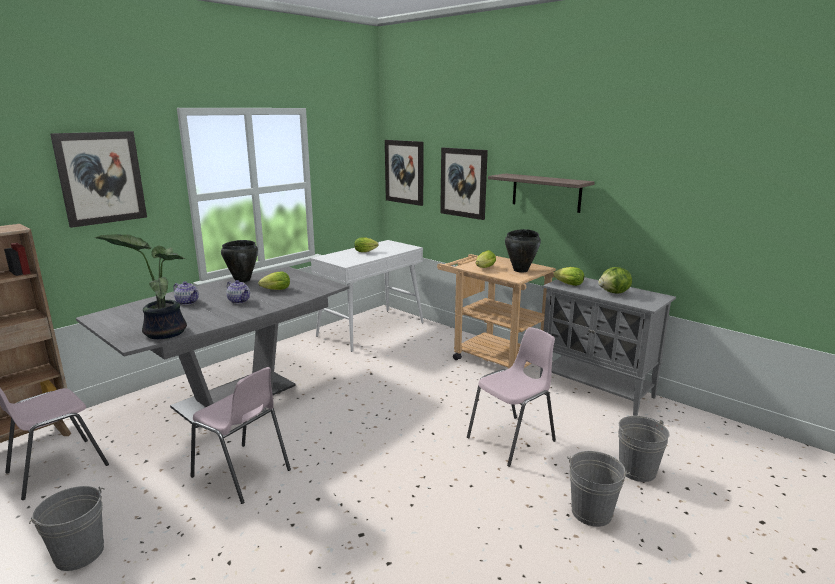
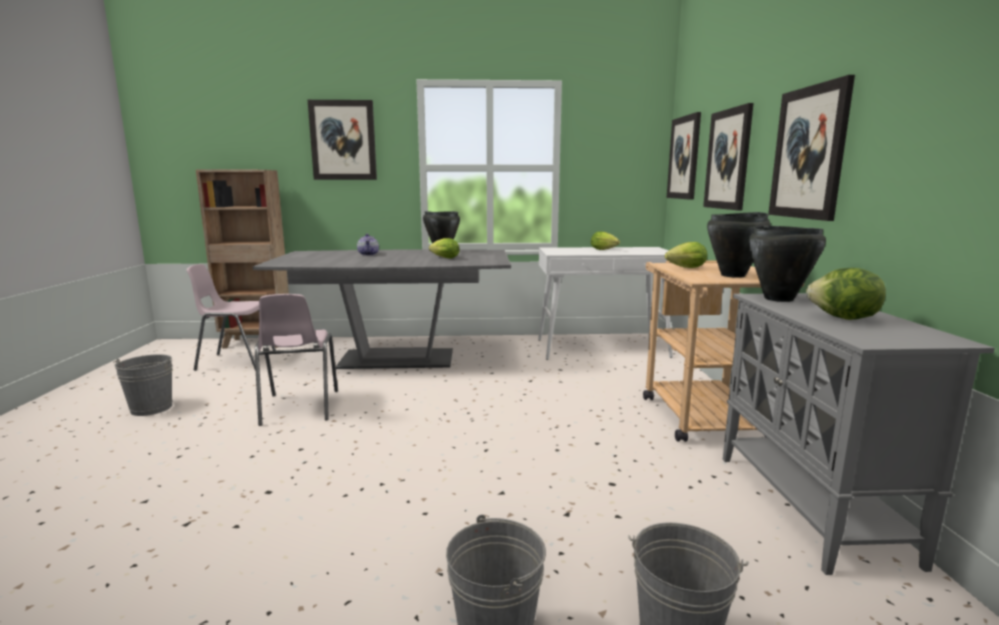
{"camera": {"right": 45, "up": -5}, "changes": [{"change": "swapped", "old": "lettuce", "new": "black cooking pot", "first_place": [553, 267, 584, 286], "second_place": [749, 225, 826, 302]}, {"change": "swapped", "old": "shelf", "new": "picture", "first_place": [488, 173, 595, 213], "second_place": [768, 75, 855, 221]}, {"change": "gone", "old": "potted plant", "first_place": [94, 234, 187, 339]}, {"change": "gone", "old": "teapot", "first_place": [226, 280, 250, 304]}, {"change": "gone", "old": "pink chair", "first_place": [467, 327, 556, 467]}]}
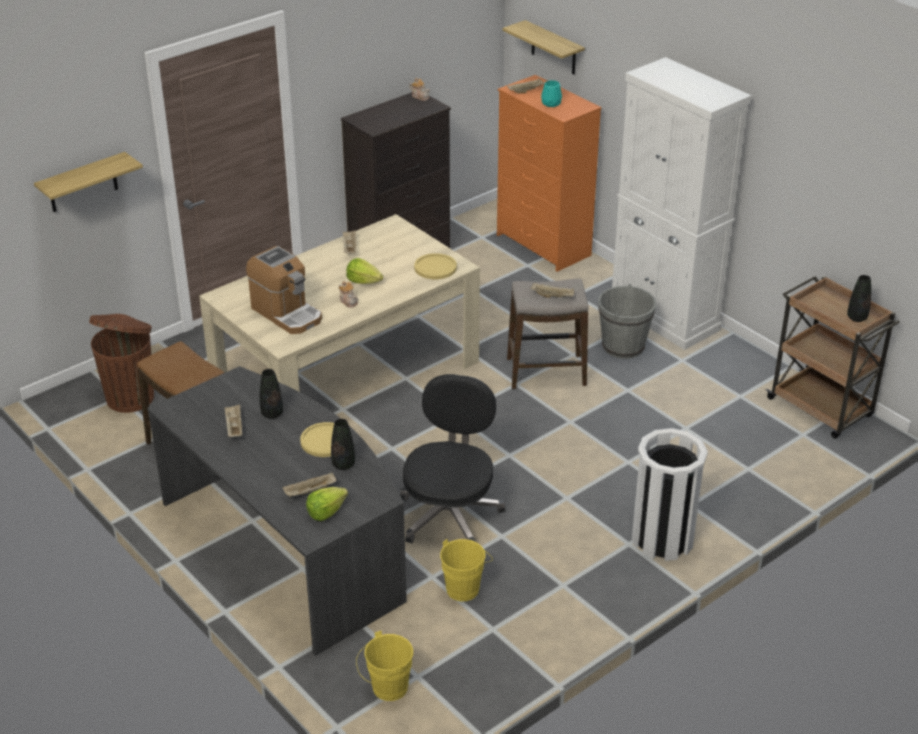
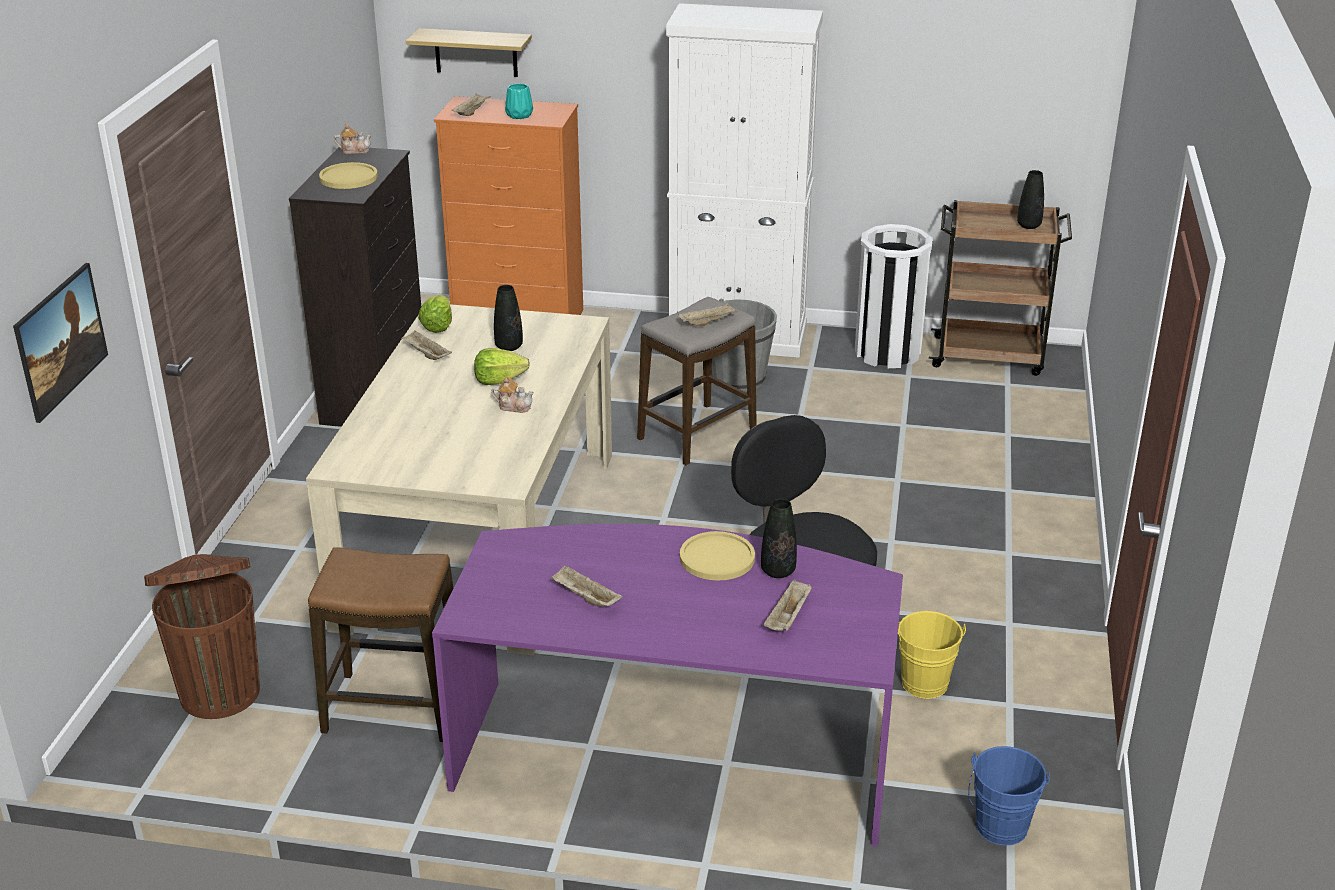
{"camera": {"right": -40, "up": -5}, "changes": [{"change": "swapped", "old": "shelf", "new": "picture", "first_place": [34, 152, 143, 212], "second_place": [13, 263, 108, 423]}, {"change": "shifted", "old": "yellow plate", "first_place": [414, 253, 457, 279], "second_place": [319, 162, 378, 189]}, {"change": "shifted", "old": "lettuce", "first_place": [306, 487, 348, 521], "second_place": [418, 295, 452, 333]}, {"change": "repainted", "old": "grey desk", "new": "purple desk", "first_place": [147, 366, 407, 656], "second_place": [432, 524, 903, 846]}, {"change": "shifted", "old": "black vase", "first_place": [260, 369, 283, 419], "second_place": [494, 285, 523, 351]}, {"change": "shifted", "old": "white trash can", "first_place": [632, 428, 708, 561], "second_place": [855, 224, 933, 368]}, {"change": "repainted", "old": "yellow bucket", "new": "blue bucket", "first_place": [356, 631, 413, 701], "second_place": [968, 746, 1050, 846]}, {"change": "gone", "old": "coffee machine", "first_place": [246, 246, 322, 334]}]}
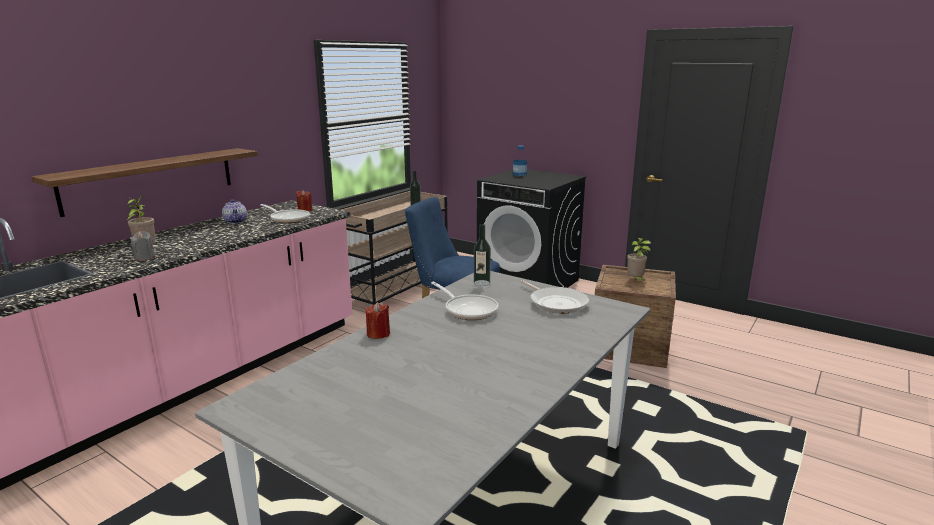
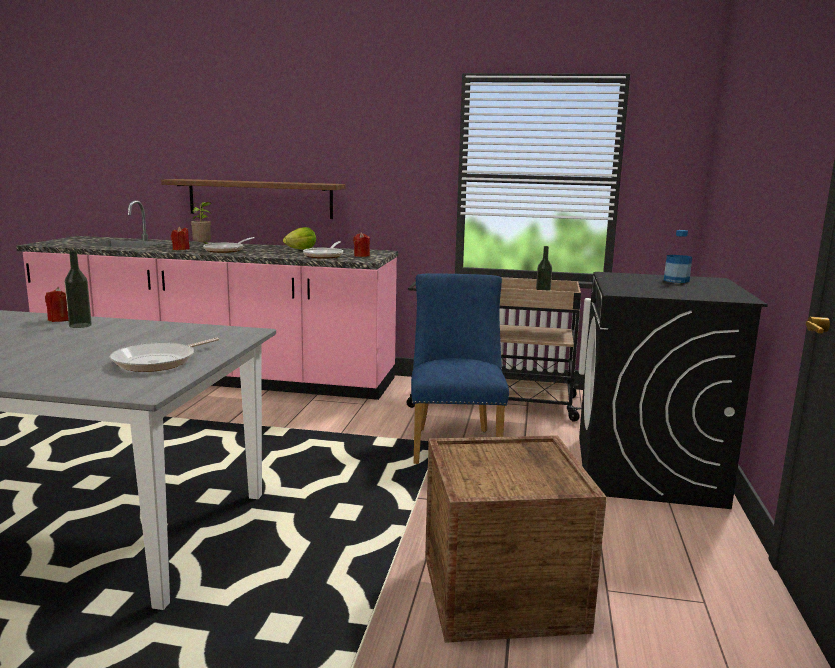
{"camera": {"right": 65, "up": -5}, "changes": [{"change": "shifted", "old": "bottle", "first_place": [474, 224, 491, 286], "second_place": [64, 250, 92, 328]}, {"change": "repainted", "old": "grey candle", "new": "red candle", "first_place": [130, 231, 155, 261], "second_place": [171, 226, 190, 250]}, {"change": "shifted", "old": "frying pan", "first_place": [431, 282, 498, 320], "second_place": [203, 237, 255, 253]}, {"change": "swapped", "old": "teapot", "new": "lettuce", "first_place": [222, 199, 247, 224], "second_place": [283, 227, 316, 249]}, {"change": "gone", "old": "potted plant", "first_place": [627, 238, 651, 283]}]}
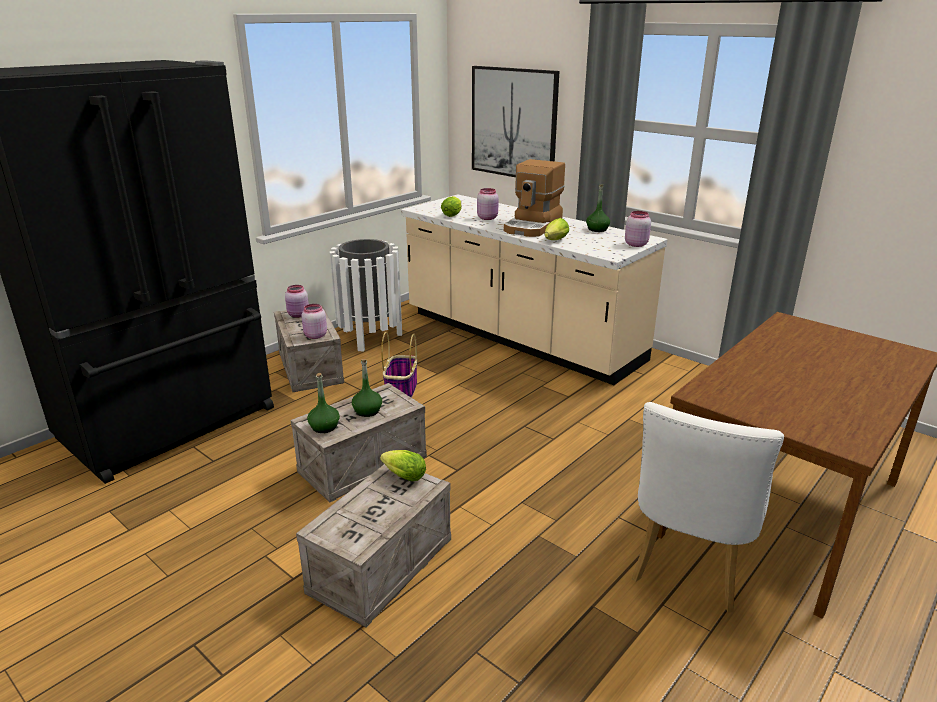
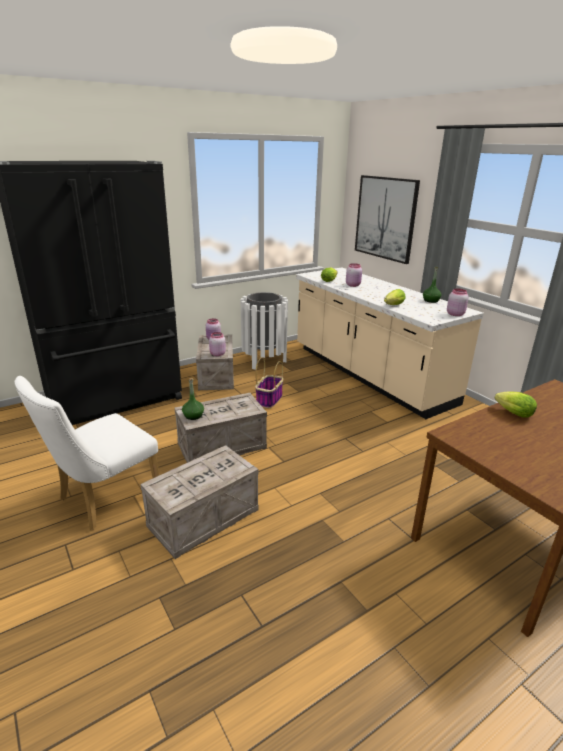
{"camera": {"right": 15, "up": 0}, "changes": [{"change": "shifted", "old": "white chair", "first_place": [632, 402, 784, 612], "second_place": [15, 376, 159, 530]}, {"change": "shifted", "old": "lettuce", "first_place": [380, 450, 426, 481], "second_place": [495, 391, 537, 418]}, {"change": "gone", "old": "green bottle", "first_place": [352, 359, 382, 417]}, {"change": "gone", "old": "coffee machine", "first_place": [504, 159, 565, 237]}]}
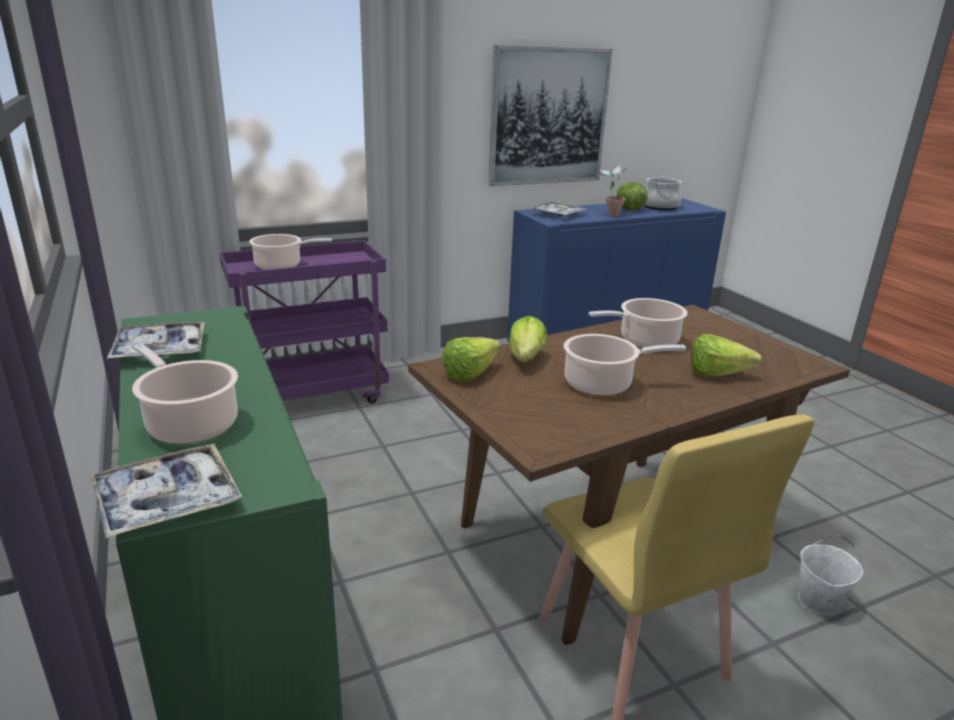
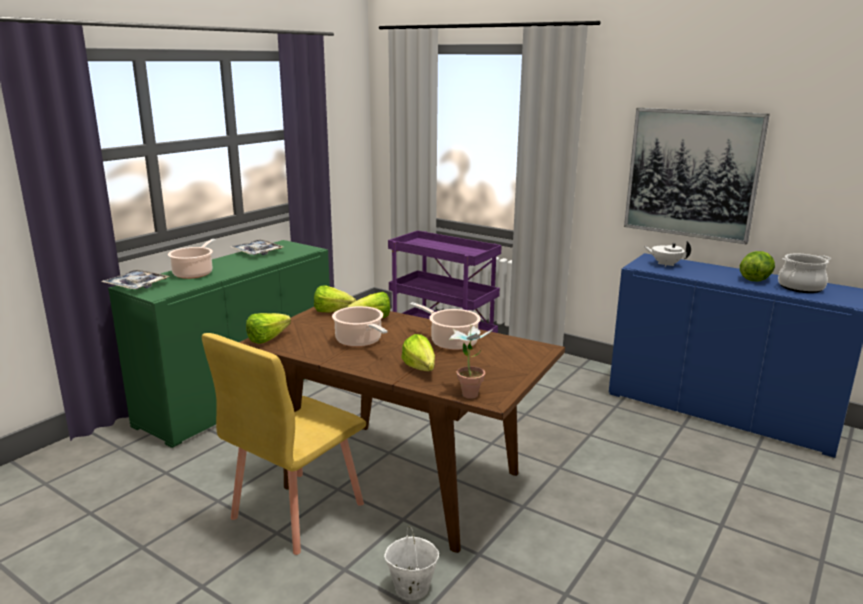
{"camera": {"right": 60, "up": -5}, "changes": [{"change": "new", "new": "lettuce", "second_place": [246, 313, 291, 344]}, {"change": "shifted", "old": "potted plant", "first_place": [598, 164, 628, 217], "second_place": [449, 324, 493, 399]}, {"change": "swapped", "old": "tray", "new": "white teapot", "first_place": [530, 202, 586, 217], "second_place": [644, 241, 691, 267]}, {"change": "gone", "old": "cooking pot", "first_place": [249, 234, 332, 270]}]}
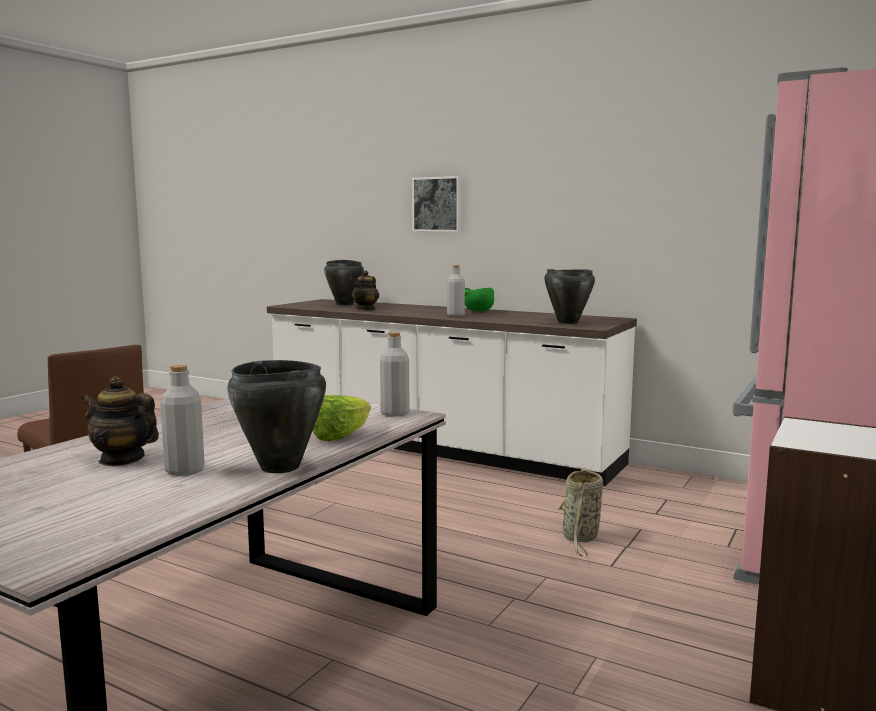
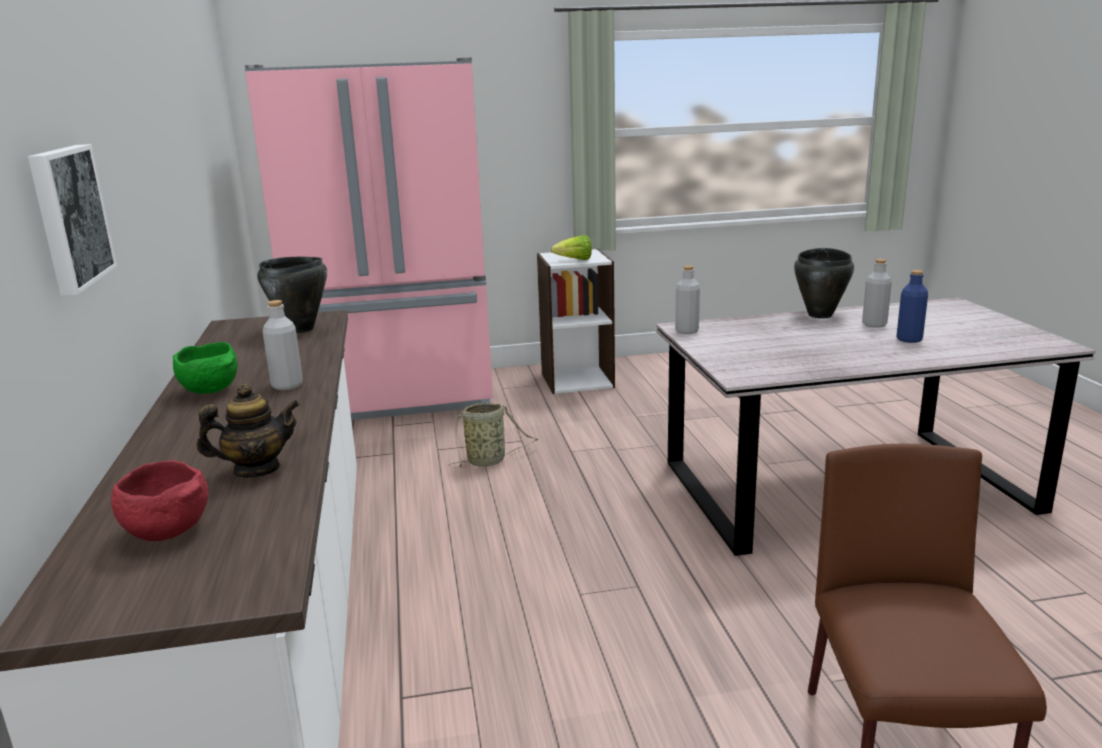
{"camera": {"right": -130, "up": 10}, "changes": [{"change": "swapped", "old": "black cooking pot", "new": "red bowl", "first_place": [324, 260, 364, 305], "second_place": [111, 460, 208, 541]}, {"change": "shifted", "old": "lettuce", "first_place": [313, 395, 371, 441], "second_place": [550, 235, 592, 260]}, {"change": "swapped", "old": "teapot", "new": "blue bottle", "first_place": [82, 376, 159, 466], "second_place": [896, 270, 928, 343]}]}
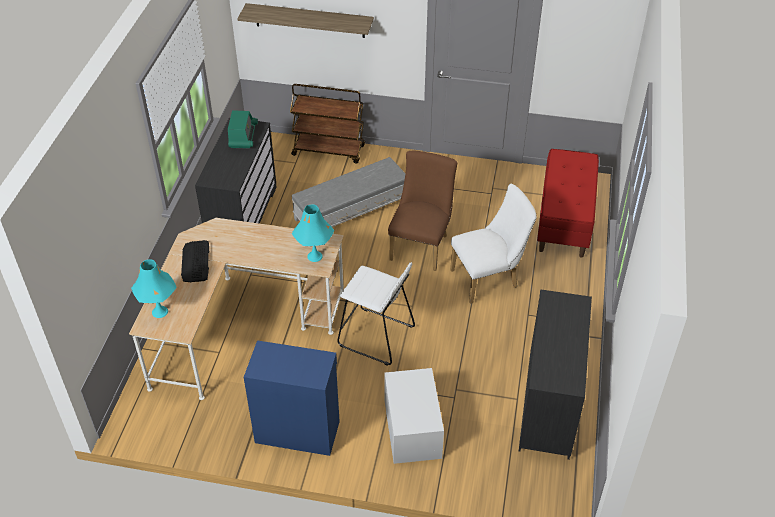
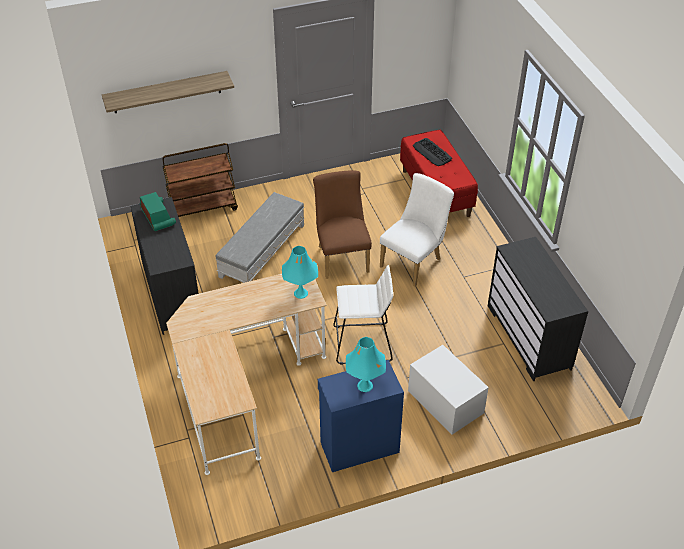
{"camera": {"right": -30, "up": 0}, "changes": [{"change": "shifted", "old": "turquoise table lamp", "first_place": [131, 260, 177, 318], "second_place": [346, 337, 386, 392]}, {"change": "shifted", "old": "keyboard", "first_place": [181, 240, 209, 282], "second_place": [413, 138, 452, 166]}]}
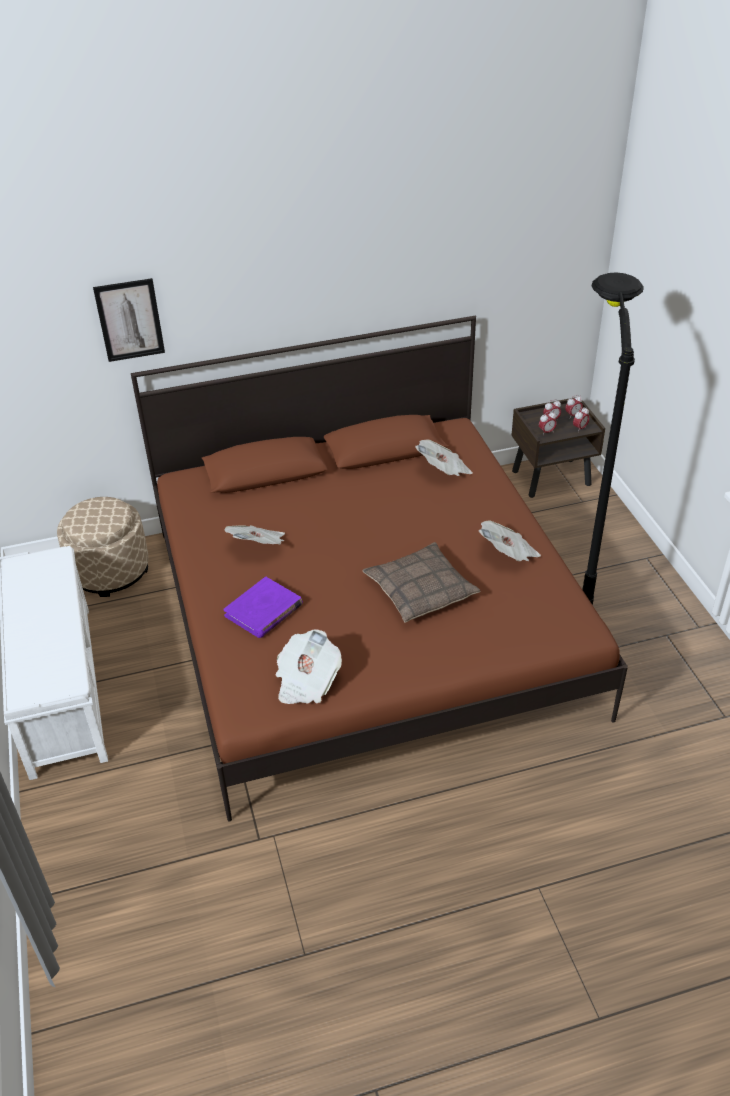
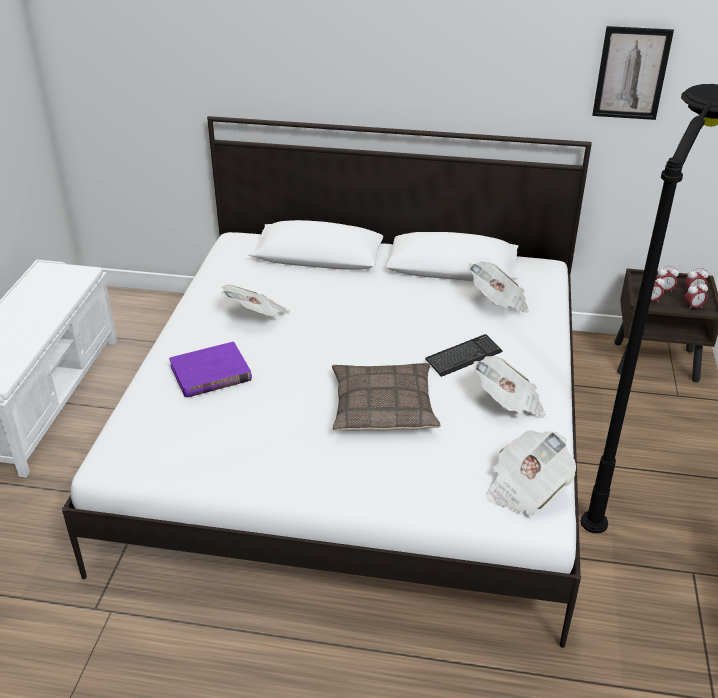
{"camera": {"right": 25, "up": -5}, "changes": [{"change": "repainted", "old": "brown bed", "new": "white bed", "first_place": [131, 316, 628, 822], "second_place": [62, 116, 592, 648]}, {"change": "new", "new": "keyboard", "second_place": [425, 334, 503, 377]}, {"change": "shifted", "old": "newspaper", "first_place": [276, 629, 342, 704], "second_place": [486, 430, 576, 516]}, {"change": "shifted", "old": "picture", "first_place": [93, 278, 165, 362], "second_place": [592, 26, 674, 120]}, {"change": "gone", "old": "beige ottoman", "first_place": [57, 497, 149, 597]}]}
